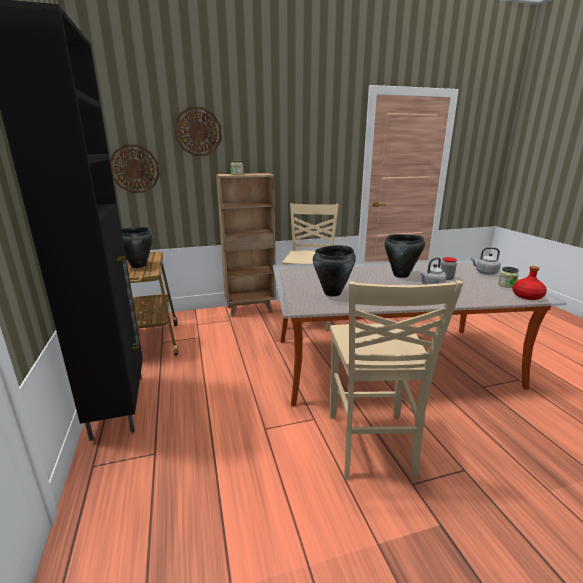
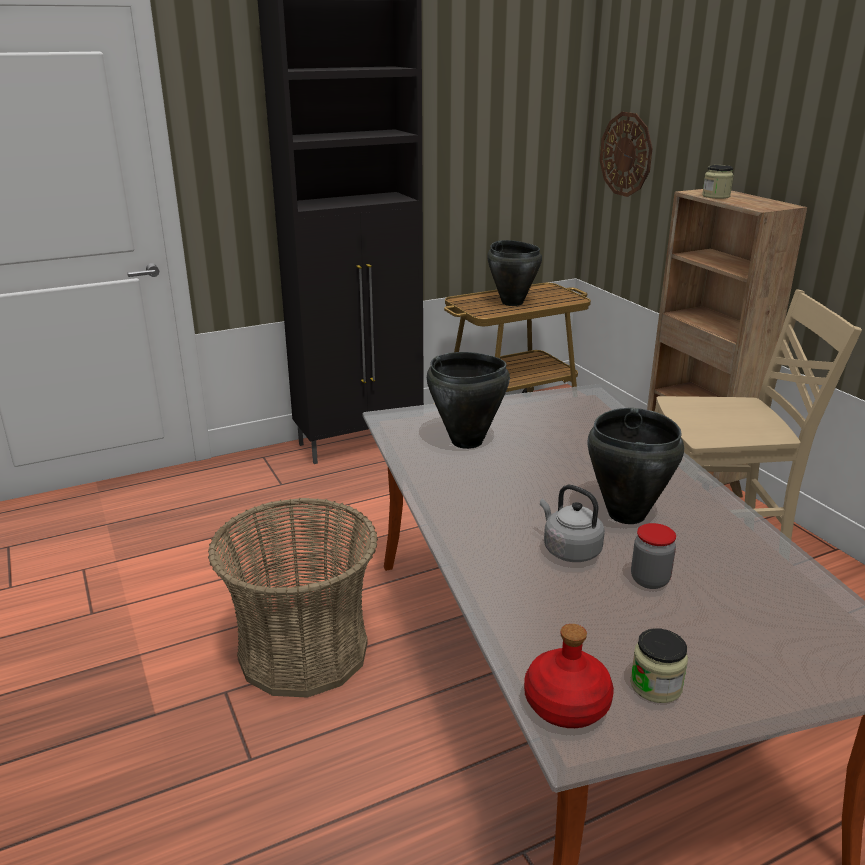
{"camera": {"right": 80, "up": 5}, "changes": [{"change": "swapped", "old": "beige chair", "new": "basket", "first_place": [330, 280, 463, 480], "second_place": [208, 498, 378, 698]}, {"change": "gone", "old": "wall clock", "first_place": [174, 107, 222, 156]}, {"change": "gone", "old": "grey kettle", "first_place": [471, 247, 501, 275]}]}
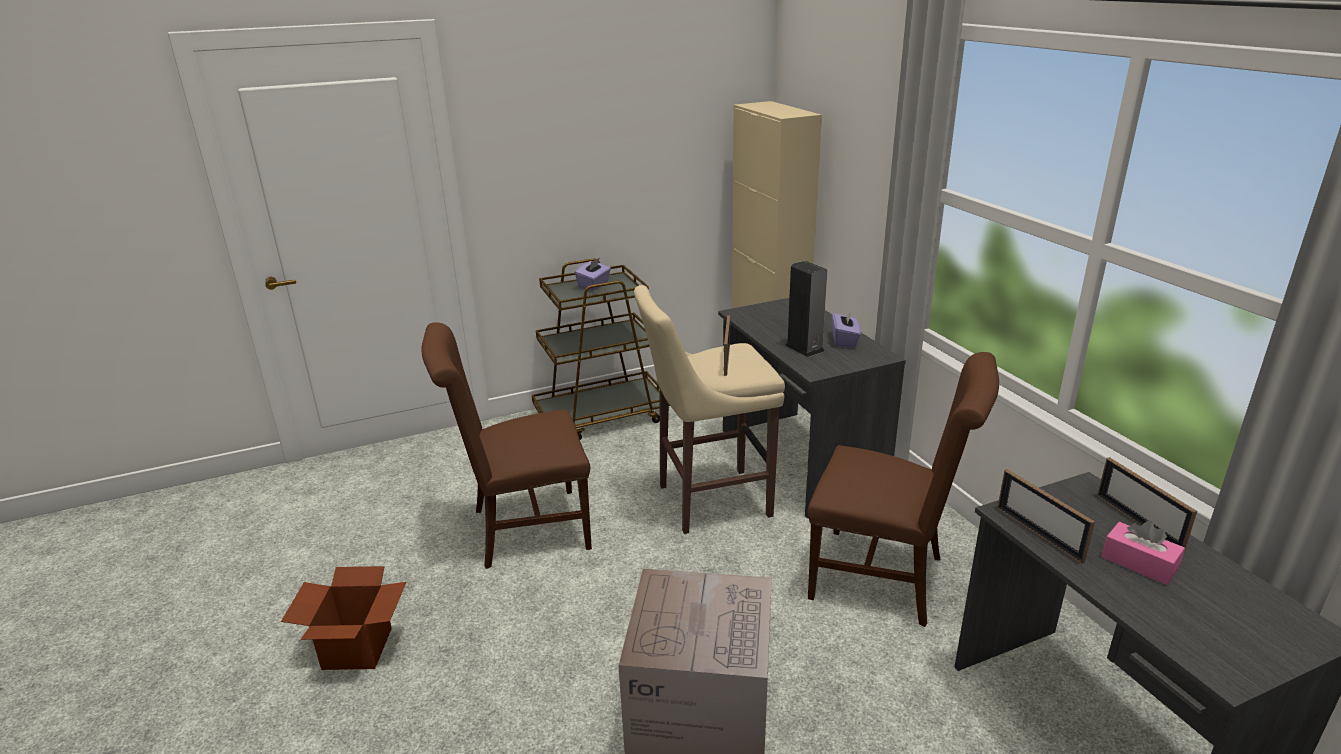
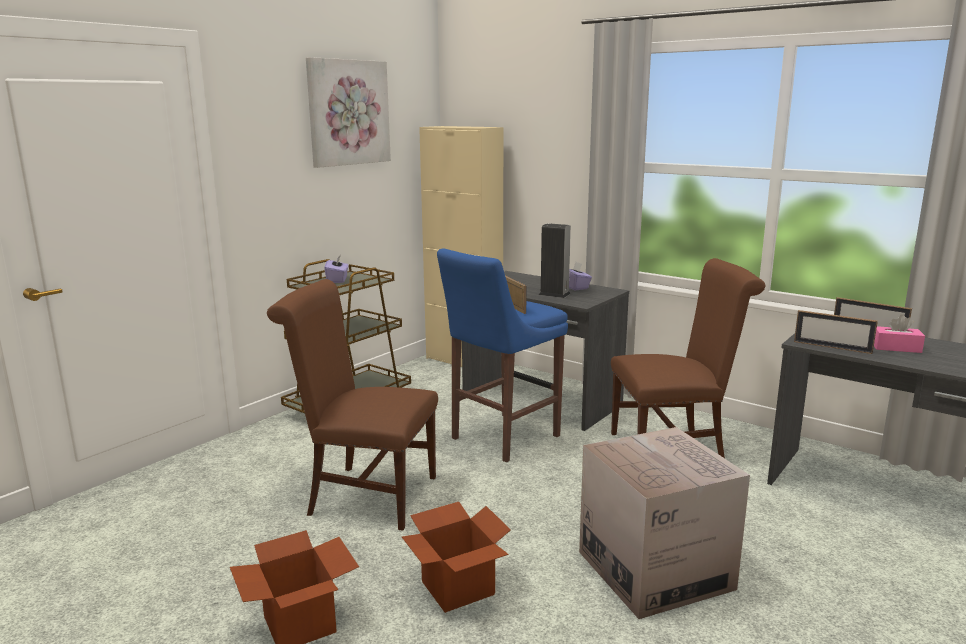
{"camera": {"right": -30, "up": -10}, "changes": [{"change": "rotated", "old": "brown chair", "first_place": [421, 322, 592, 569], "second_place": [267, 279, 438, 531], "degrees": 60}, {"change": "new", "new": "picture", "second_place": [306, 57, 391, 168]}, {"change": "new", "new": "cardboard box", "second_place": [402, 502, 511, 613]}, {"change": "repainted", "old": "beige stool", "new": "blue stool", "first_place": [634, 285, 785, 534], "second_place": [437, 249, 568, 462]}]}
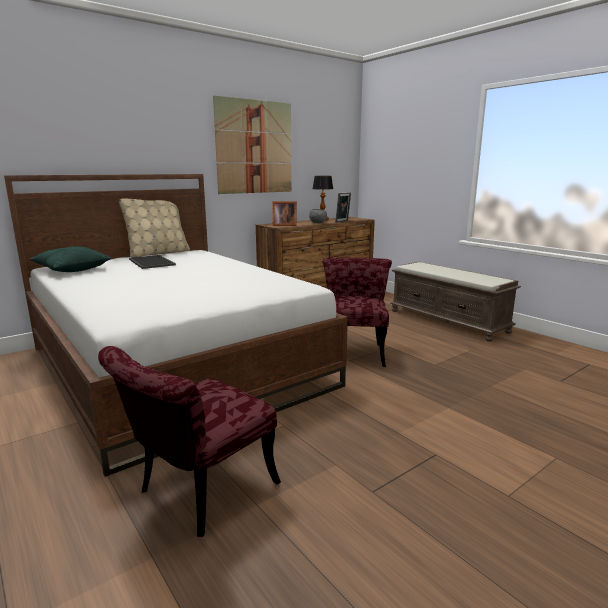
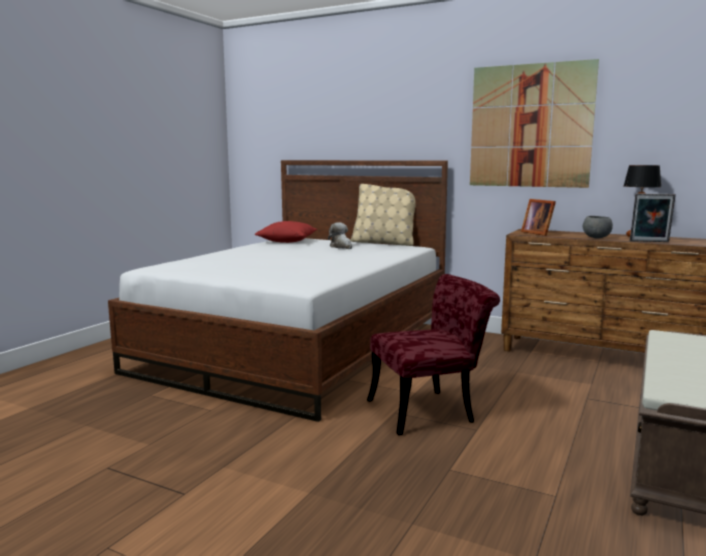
{"camera": {"right": 65, "up": -5}, "changes": [{"change": "repainted", "old": "green pillow", "new": "red pillow", "first_place": [29, 246, 112, 272], "second_place": [255, 221, 318, 243]}, {"change": "swapped", "old": "tray", "new": "plush toy", "first_place": [129, 255, 176, 269], "second_place": [328, 222, 352, 249]}, {"change": "gone", "old": "red chair", "first_place": [98, 346, 281, 537]}]}
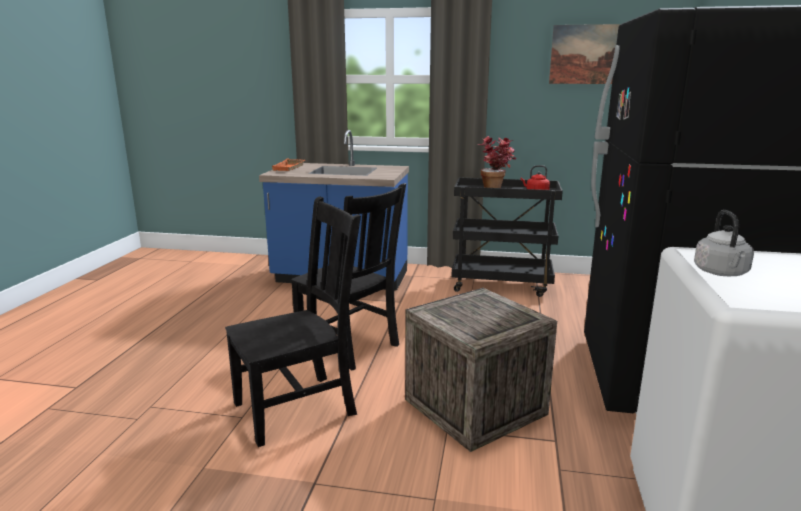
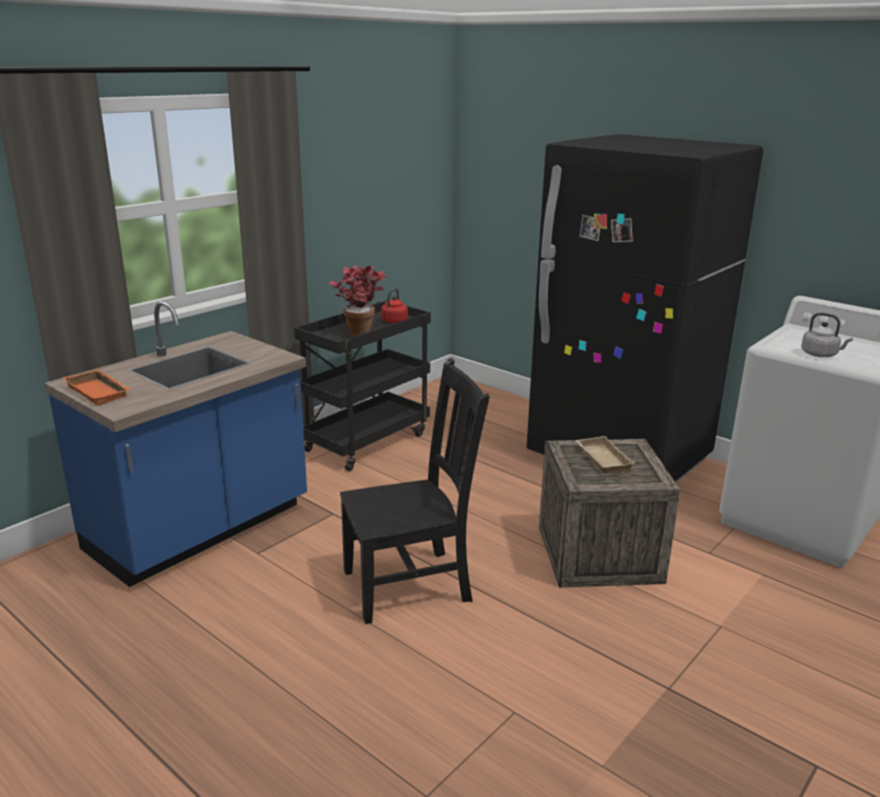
{"camera": {"right": -60, "up": 5}, "changes": [{"change": "new", "new": "beige tray", "second_place": [575, 436, 635, 474]}, {"change": "gone", "old": "black chair", "first_place": [225, 196, 361, 447]}, {"change": "gone", "old": "picture", "first_place": [549, 24, 620, 84]}]}
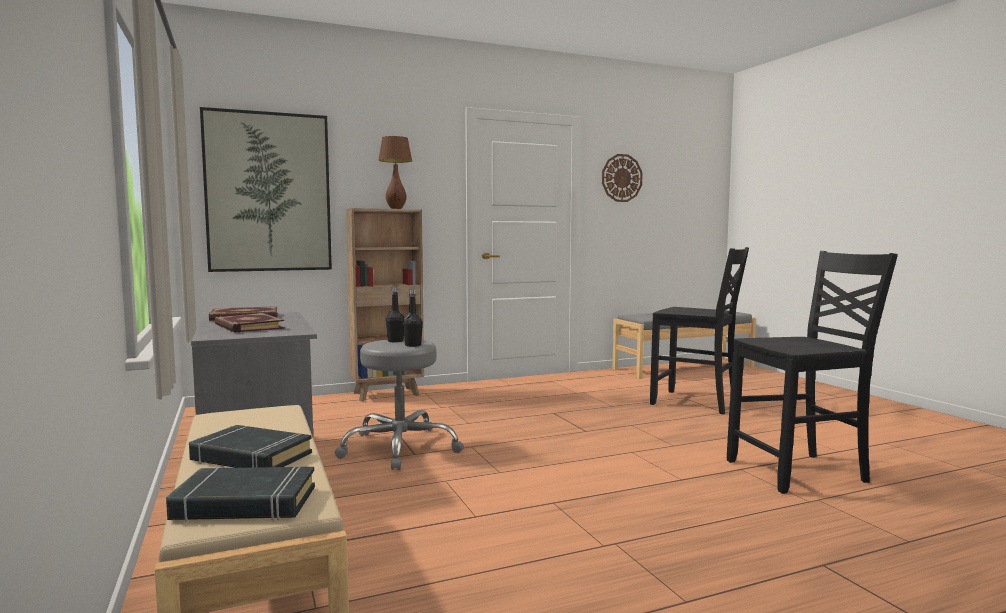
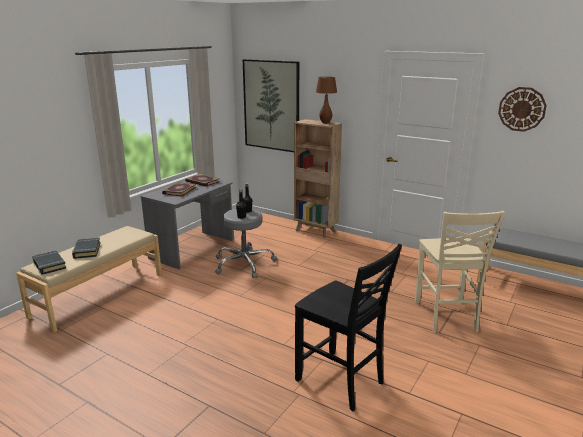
{"camera": {"right": 55, "up": 15}, "changes": [{"change": "repainted", "old": "black chair", "new": "beige chair", "first_place": [650, 247, 749, 414], "second_place": [415, 211, 505, 333]}]}
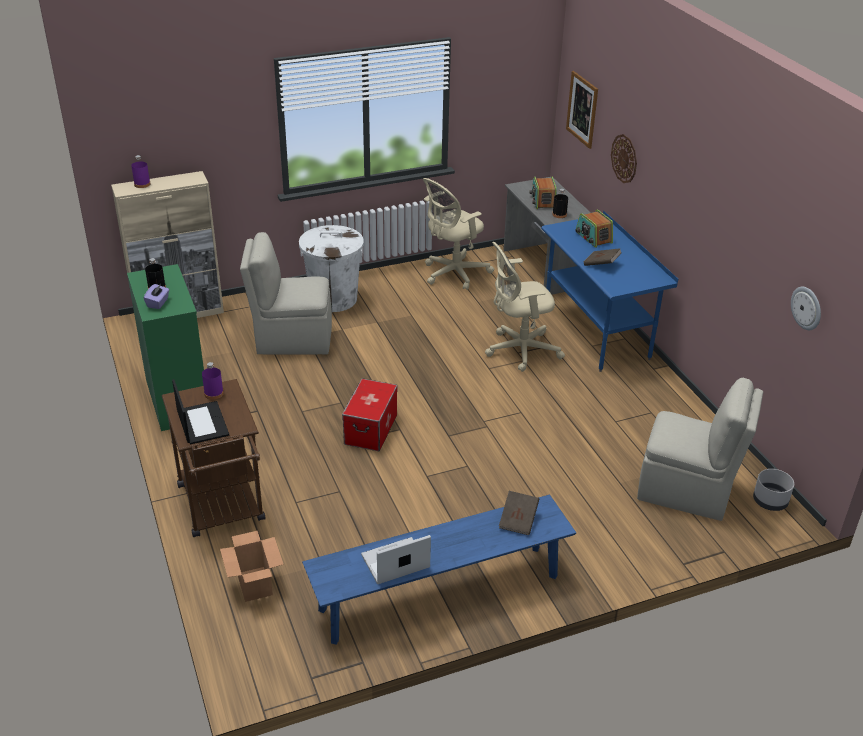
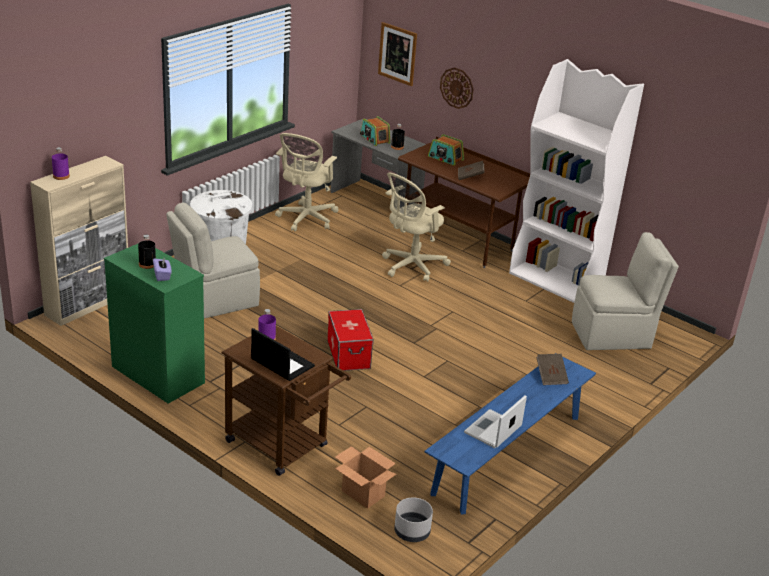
{"camera": {"right": -30, "up": -5}, "changes": [{"change": "shifted", "old": "grey planter", "first_place": [753, 469, 794, 511], "second_place": [394, 498, 433, 542]}, {"change": "repainted", "old": "blue desk", "new": "brown desk", "first_place": [541, 211, 678, 372], "second_place": [398, 137, 530, 268]}, {"change": "new", "new": "white bookcase", "second_place": [509, 59, 644, 303]}, {"change": "gone", "old": "wall clock", "first_place": [791, 287, 821, 330]}]}
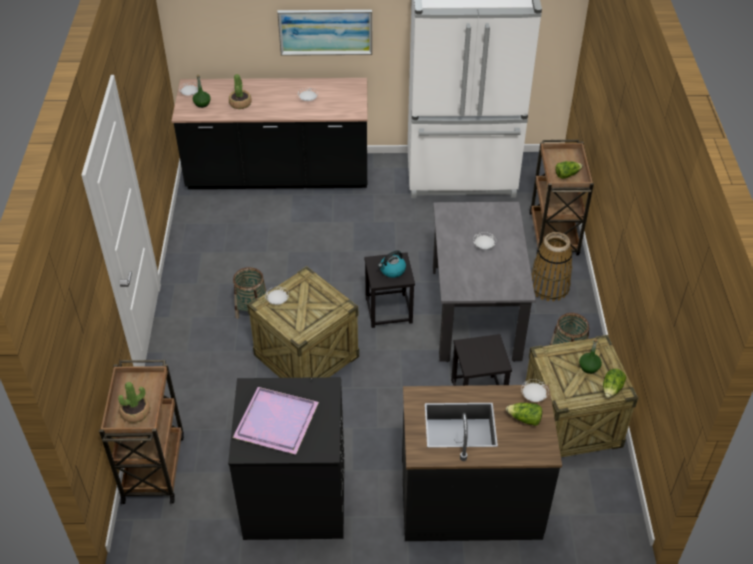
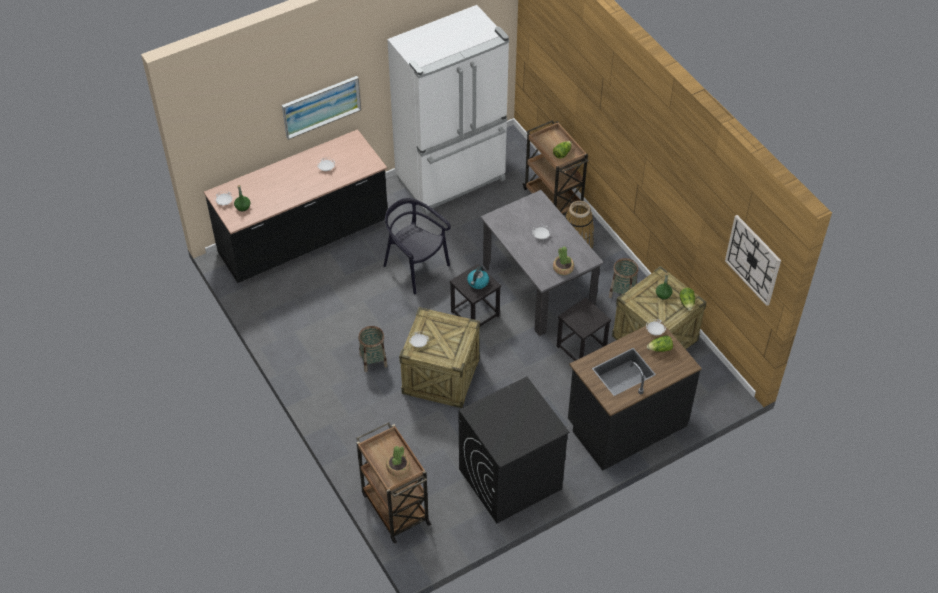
{"camera": {"right": -30, "up": 5}, "changes": [{"change": "new", "new": "black chair", "second_place": [384, 198, 451, 294]}, {"change": "shifted", "old": "potted plant", "first_place": [229, 74, 252, 109], "second_place": [553, 246, 574, 275]}, {"change": "new", "new": "wall clock", "second_place": [725, 215, 781, 306]}, {"change": "gone", "old": "purple tray", "first_place": [233, 387, 319, 455]}]}
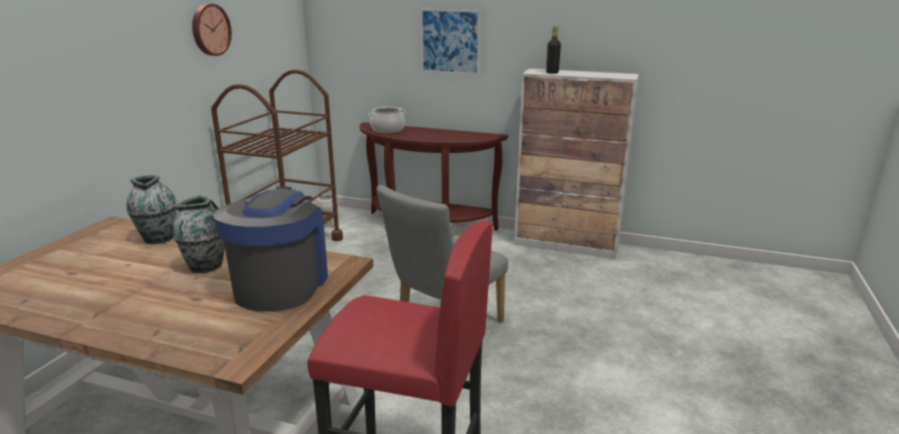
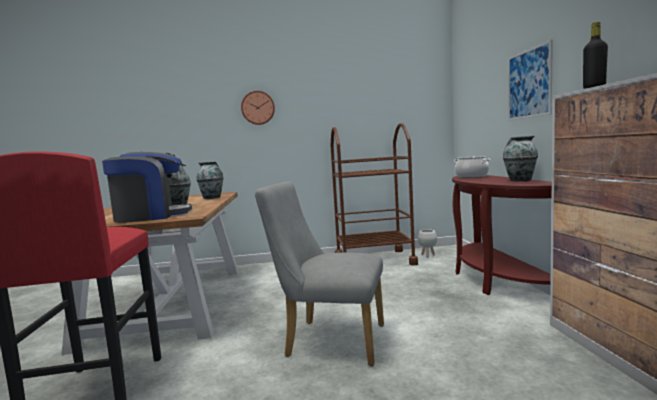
{"camera": {"right": 65, "up": -15}, "changes": [{"change": "shifted", "old": "wall clock", "first_place": [192, 4, 232, 56], "second_place": [241, 91, 275, 125]}, {"change": "new", "new": "vase", "second_place": [503, 136, 538, 181]}]}
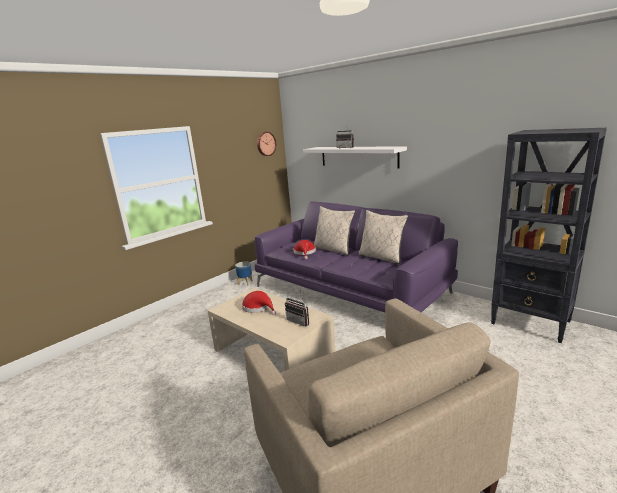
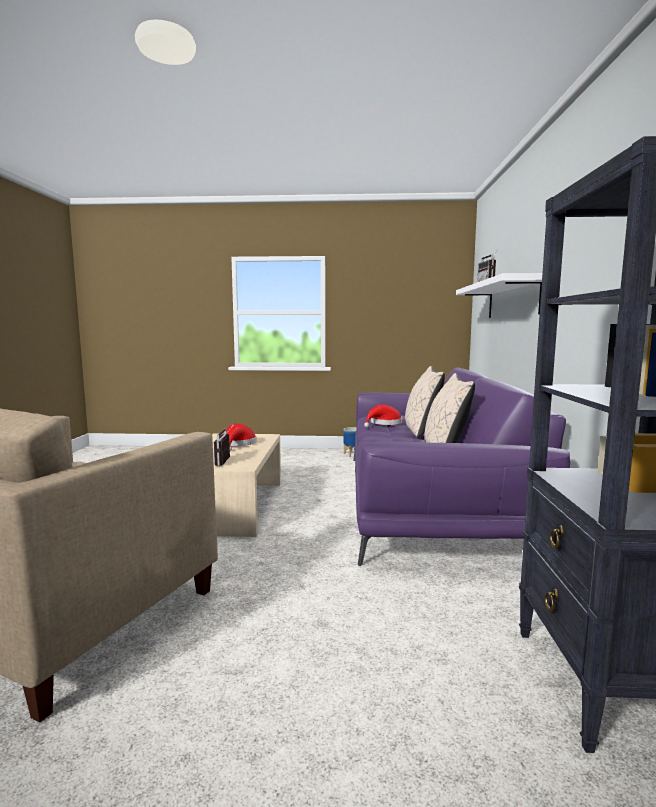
{"camera": {"right": 50, "up": -10}, "changes": [{"change": "gone", "old": "wall clock", "first_place": [257, 132, 276, 156]}]}
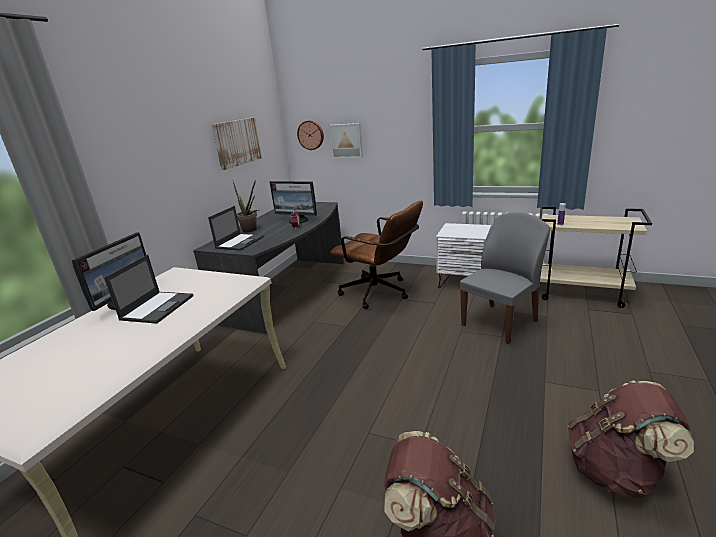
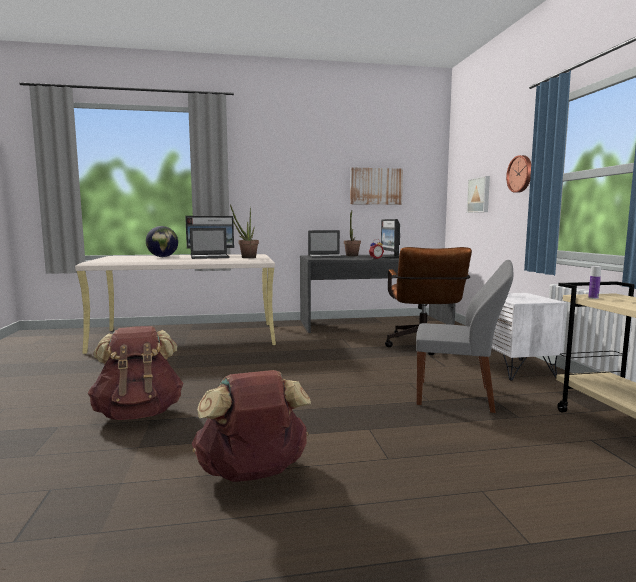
{"camera": {"right": 55, "up": -15}, "changes": [{"change": "new", "new": "globe", "second_place": [146, 226, 178, 257]}, {"change": "new", "new": "potted plant", "second_place": [230, 204, 259, 258]}, {"change": "shifted", "old": "wall clock", "first_place": [297, 120, 324, 150], "second_place": [506, 155, 531, 193]}]}
